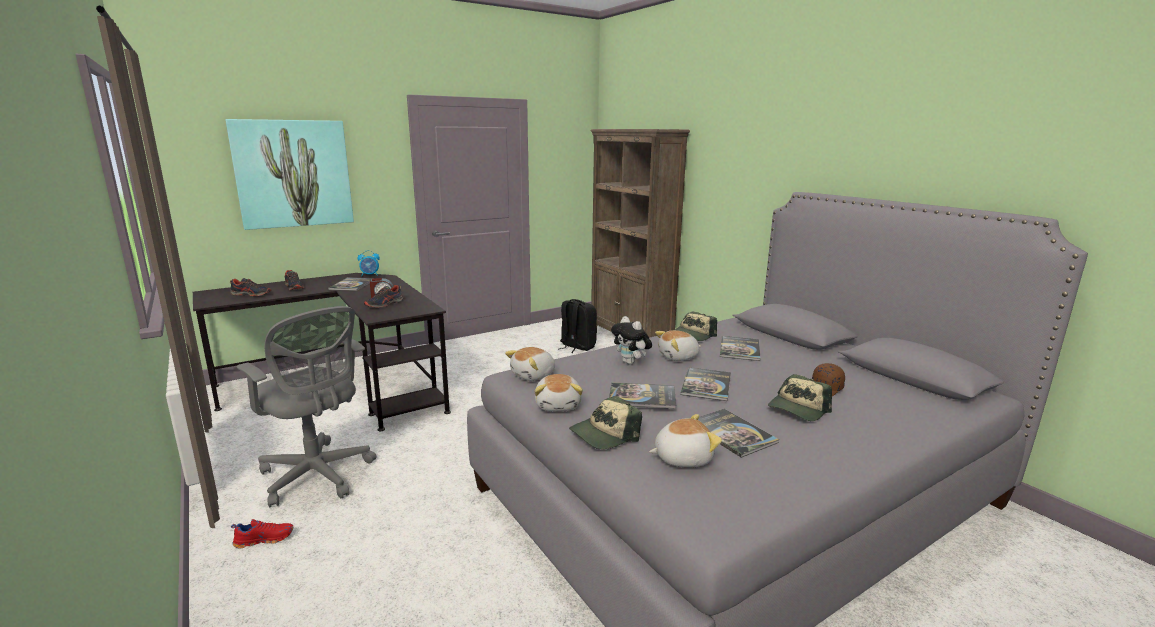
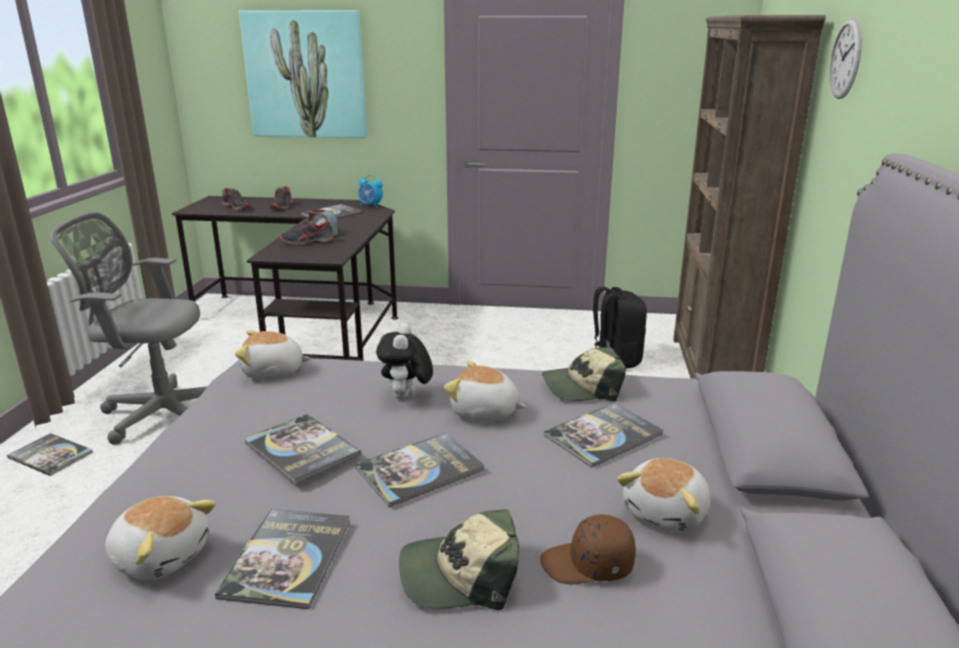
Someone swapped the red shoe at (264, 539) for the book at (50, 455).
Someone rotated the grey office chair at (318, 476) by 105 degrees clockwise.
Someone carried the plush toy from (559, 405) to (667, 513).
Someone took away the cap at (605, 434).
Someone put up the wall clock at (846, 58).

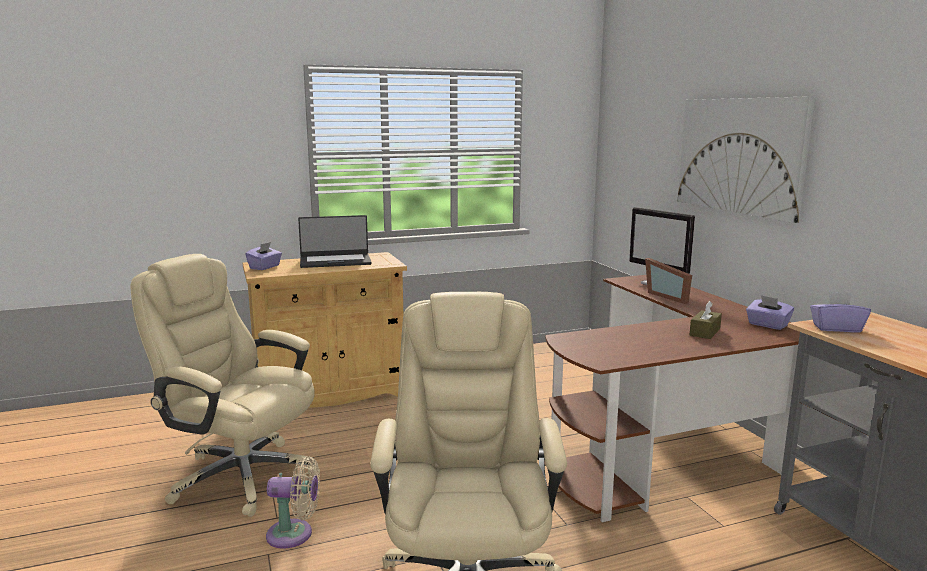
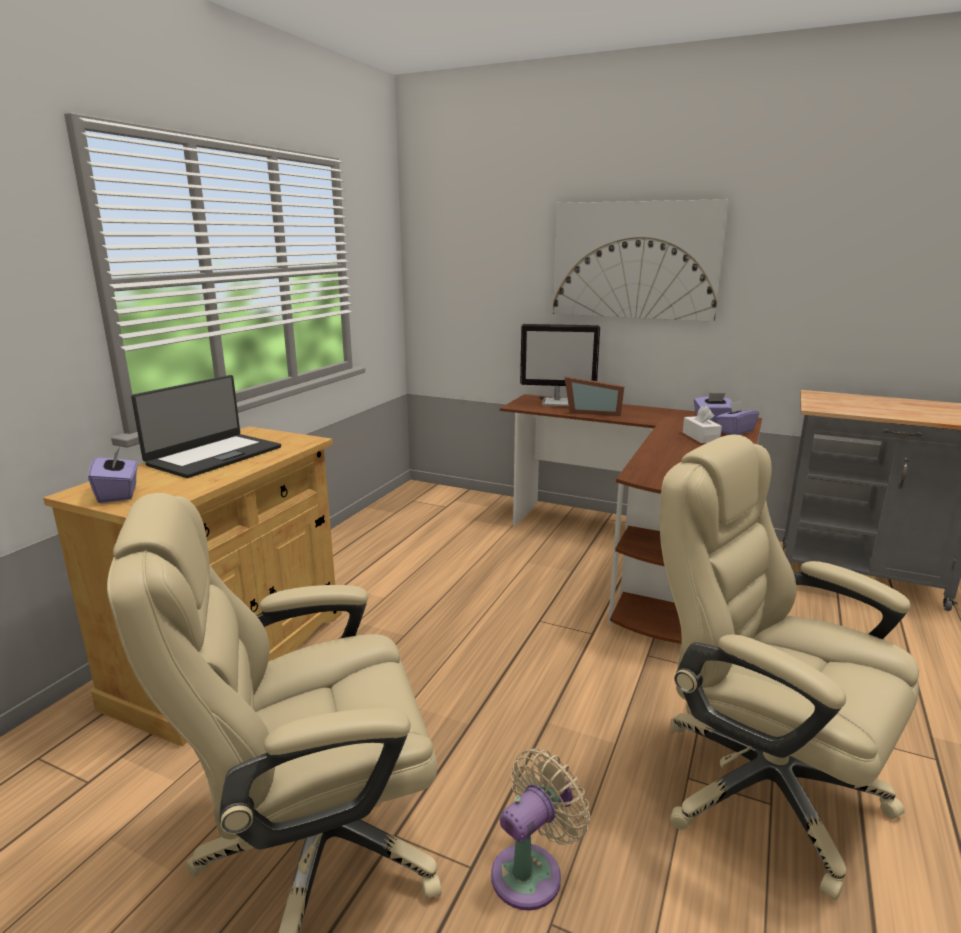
Someone repainted the brown tissue box at (705, 332), which became the white tissue box at (700, 437).
Someone carried the purple tissue box from (836, 328) to (734, 431).

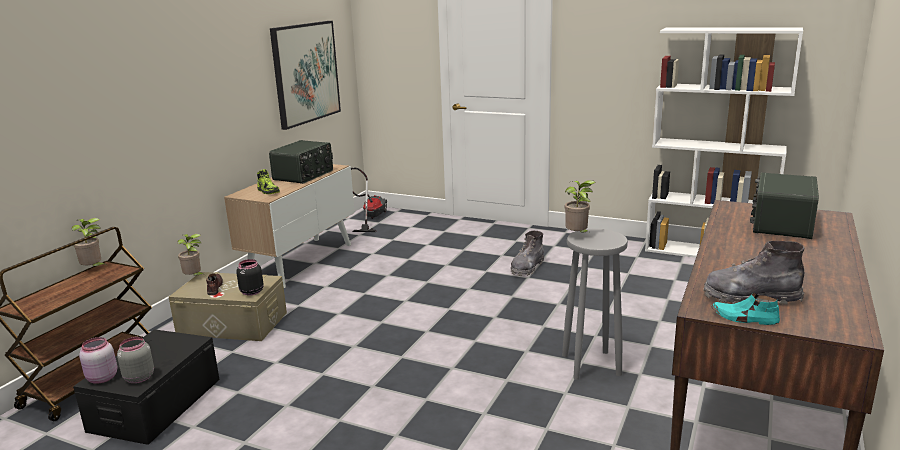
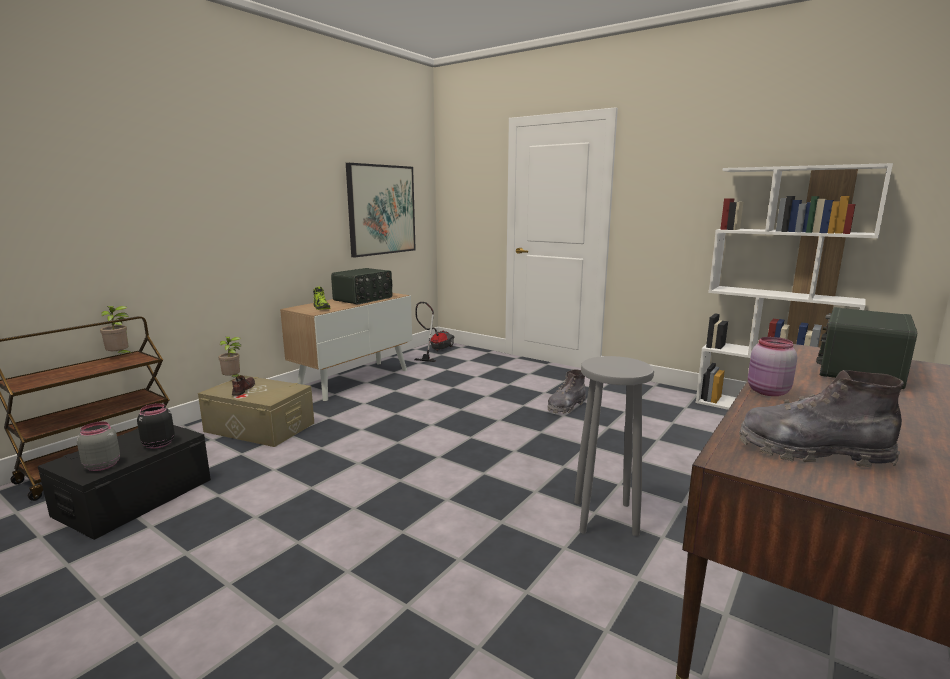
Someone carried the pink jar from (101, 378) to (767, 392).
Someone carried the black jar from (251, 292) to (158, 444).
Someone took away the potted plant at (578, 235).
Someone took away the turquoise shoe at (744, 318).

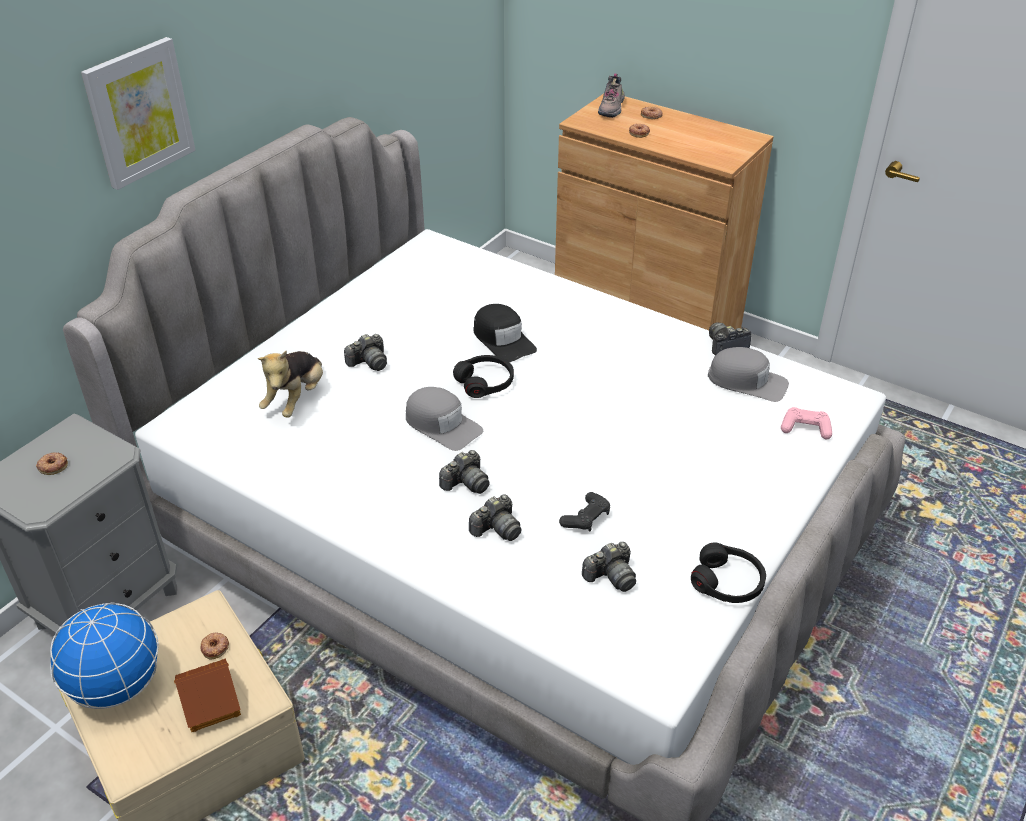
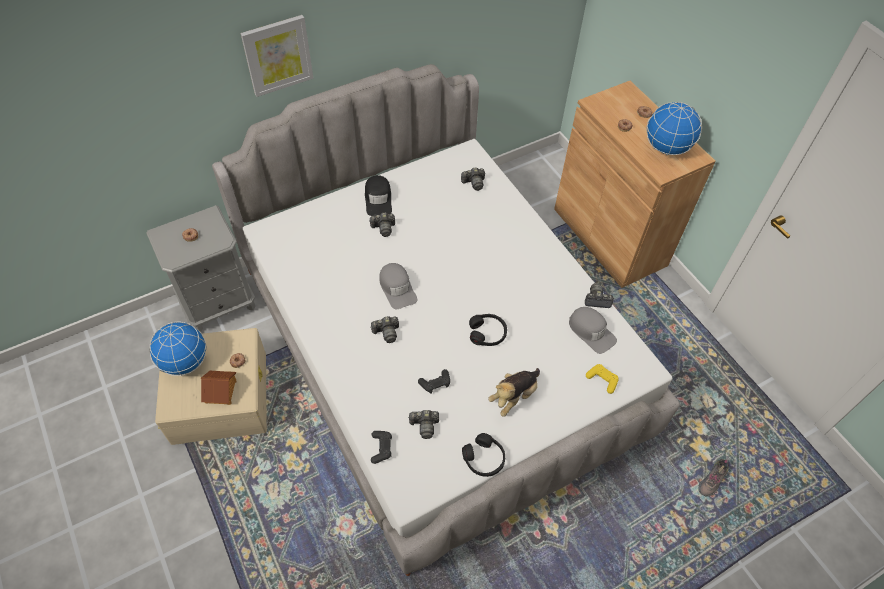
Someone carried the plush toy from (296, 399) to (514, 396).
Someone carried the black headphones from (485, 382) to (487, 333).
Someone carried the photo camera from (496, 529) to (474, 183).
Someone carried the black cap from (503, 340) to (378, 199).
Someone carried the shoe from (612, 108) to (712, 481).
Someone repainted the pink game controller at (805, 429), which became the yellow game controller at (602, 380).
Someone put down the black game controller at (381, 448).
Someone put down the globe at (666, 148).

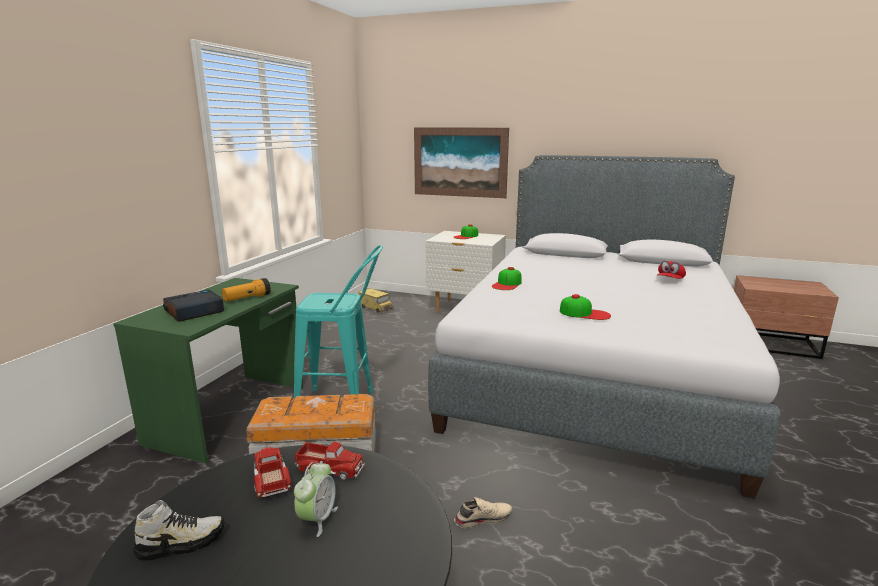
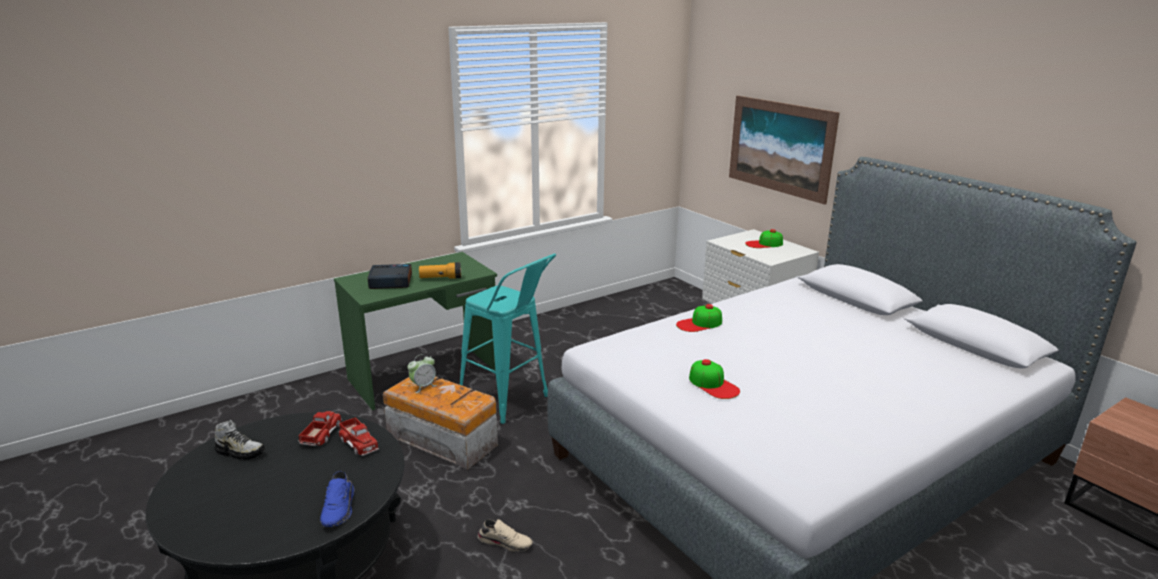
Someone carried the alarm clock from (317, 519) to (423, 386).
Someone took away the toy truck at (375, 307).
Someone took away the red cap at (670, 281).
Someone put down the blue shoe at (340, 508).

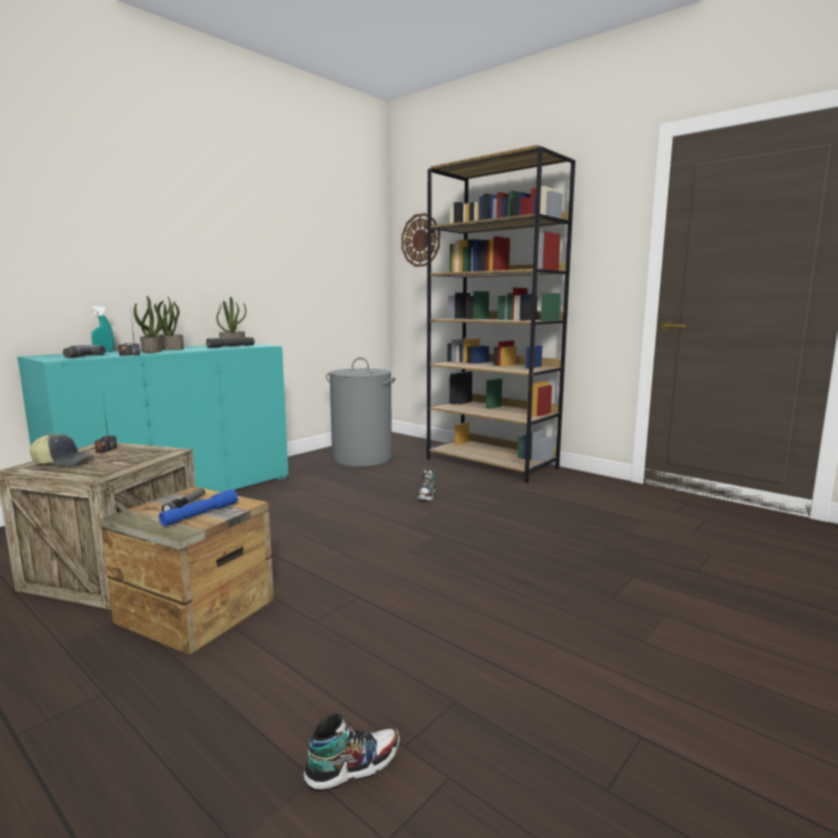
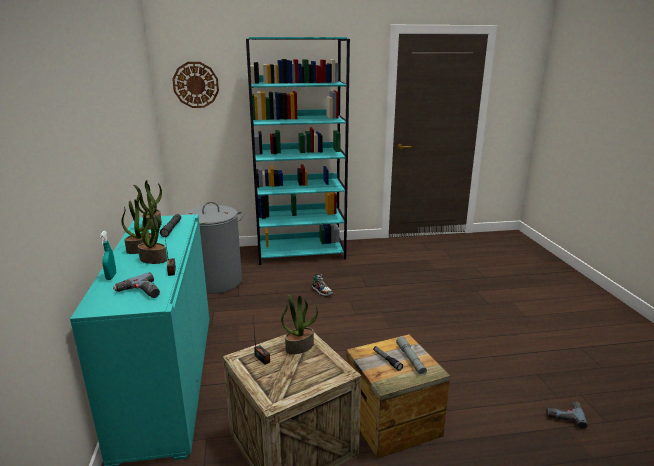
Someone took away the cap at (63, 462).
Someone repainted the blue flashlight at (200, 514), which became the grey flashlight at (410, 359).
Someone swapped the shoe at (353, 766) for the power drill at (564, 414).
Someone repainted the brown bookcase at (492, 463), which became the turquoise bookcase at (301, 253).
Someone put down the potted plant at (299, 346).

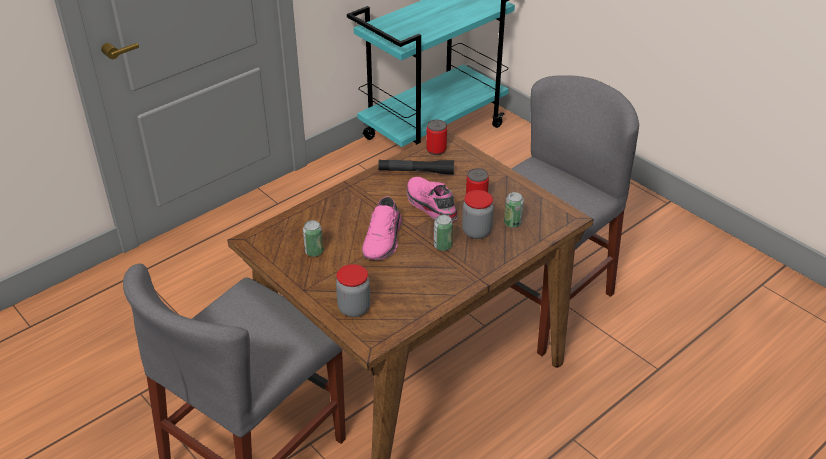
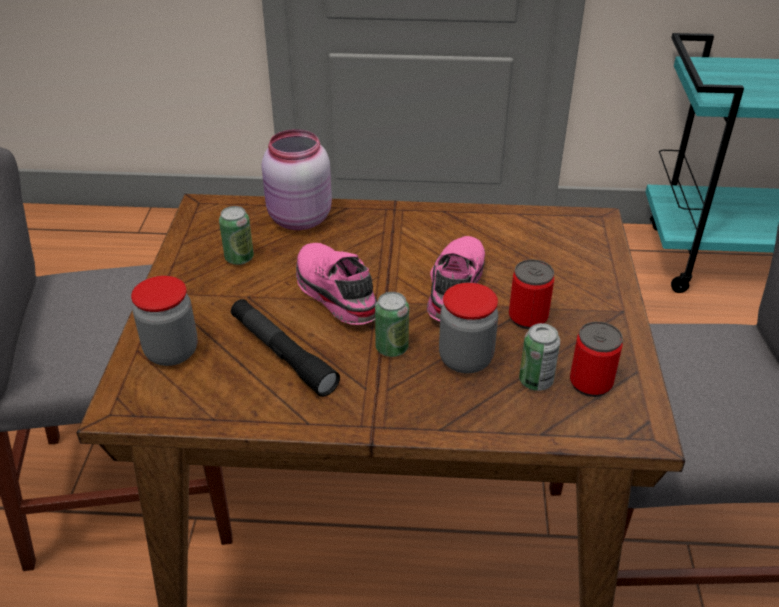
Someone rotated the pink shoe at (384, 240) by 90 degrees clockwise.
Someone carried the black flashlight from (416, 171) to (282, 354).
Someone carried the can from (436, 150) to (590, 383).
Someone put down the pink jar at (298, 219).

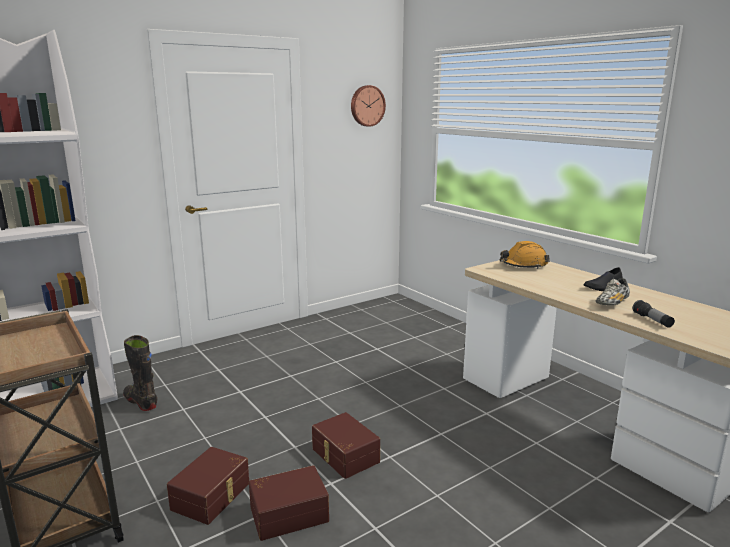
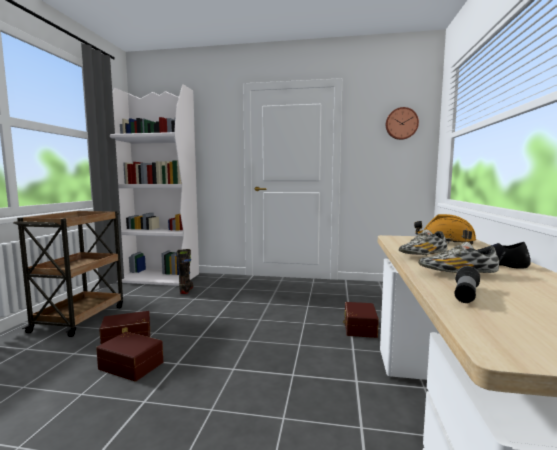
Someone carried the brown storage box from (344, 456) to (359, 327).
Someone put down the shoe at (423, 255).

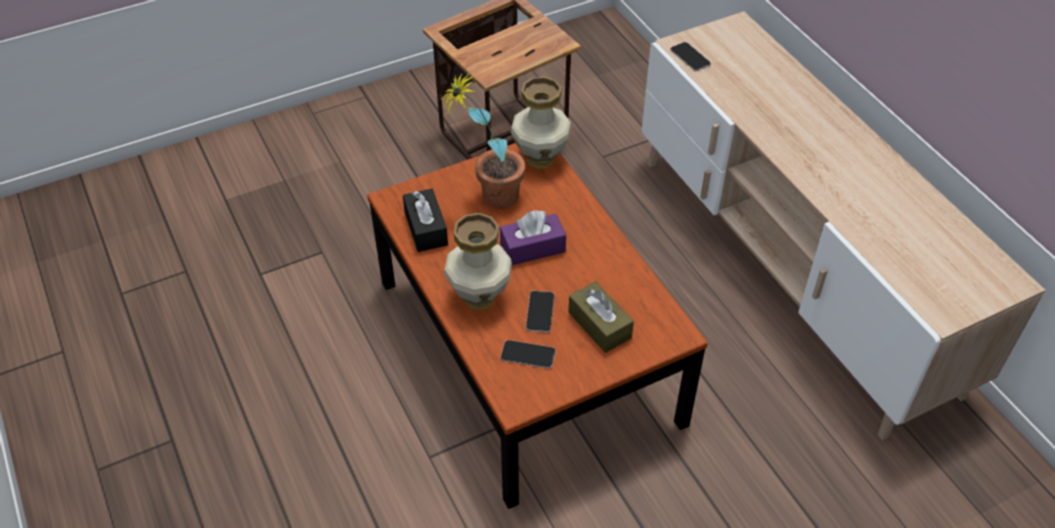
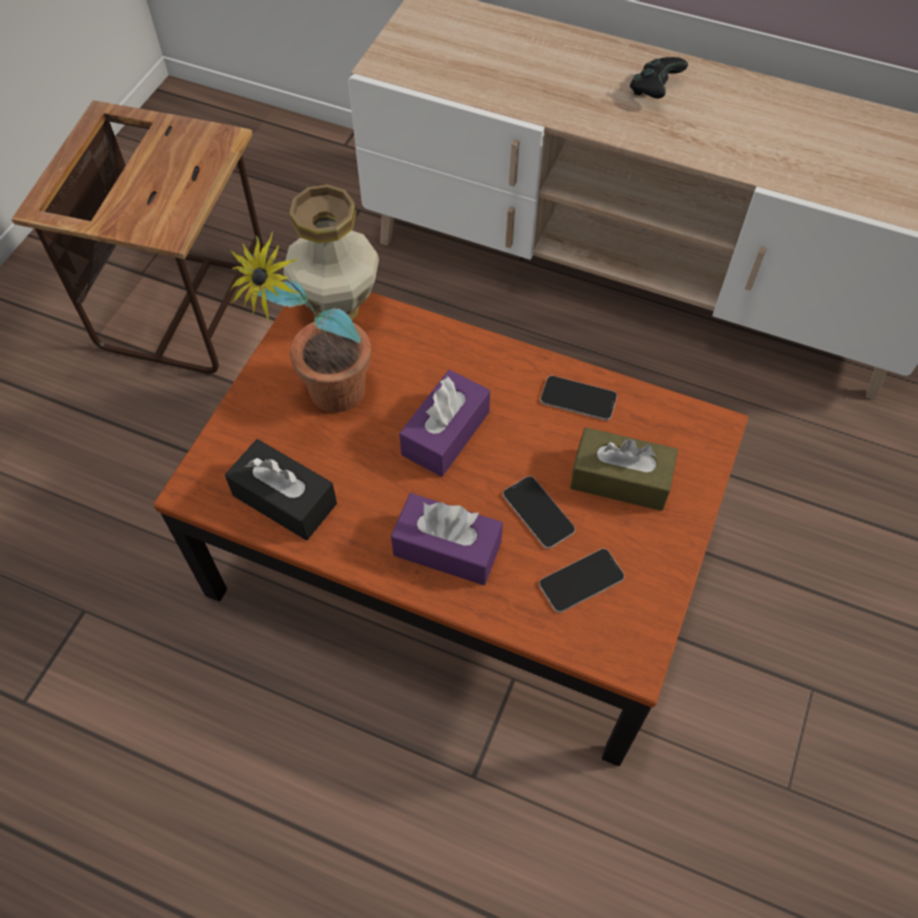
Someone swapped the vase at (478, 298) for the purple tissue box at (447, 548).
Someone carried the phone from (690, 57) to (578, 399).
Someone put down the black game controller at (654, 90).

